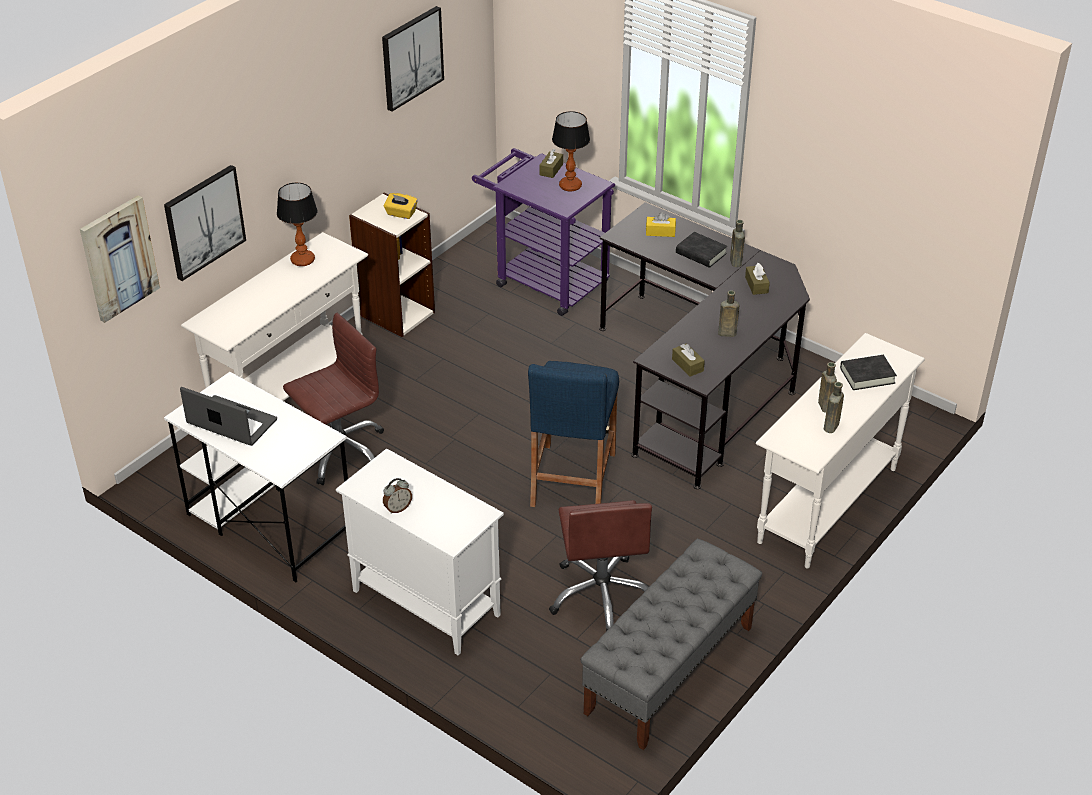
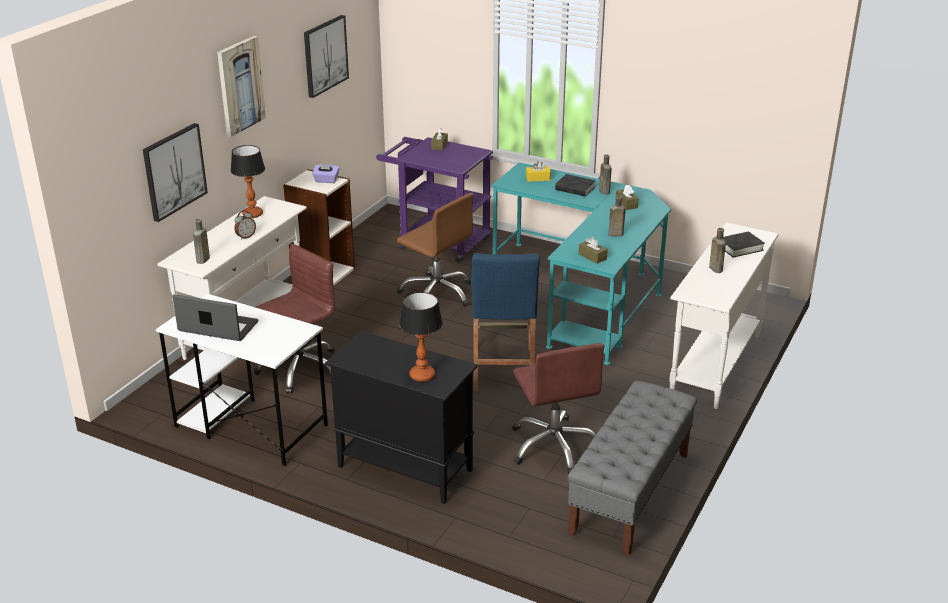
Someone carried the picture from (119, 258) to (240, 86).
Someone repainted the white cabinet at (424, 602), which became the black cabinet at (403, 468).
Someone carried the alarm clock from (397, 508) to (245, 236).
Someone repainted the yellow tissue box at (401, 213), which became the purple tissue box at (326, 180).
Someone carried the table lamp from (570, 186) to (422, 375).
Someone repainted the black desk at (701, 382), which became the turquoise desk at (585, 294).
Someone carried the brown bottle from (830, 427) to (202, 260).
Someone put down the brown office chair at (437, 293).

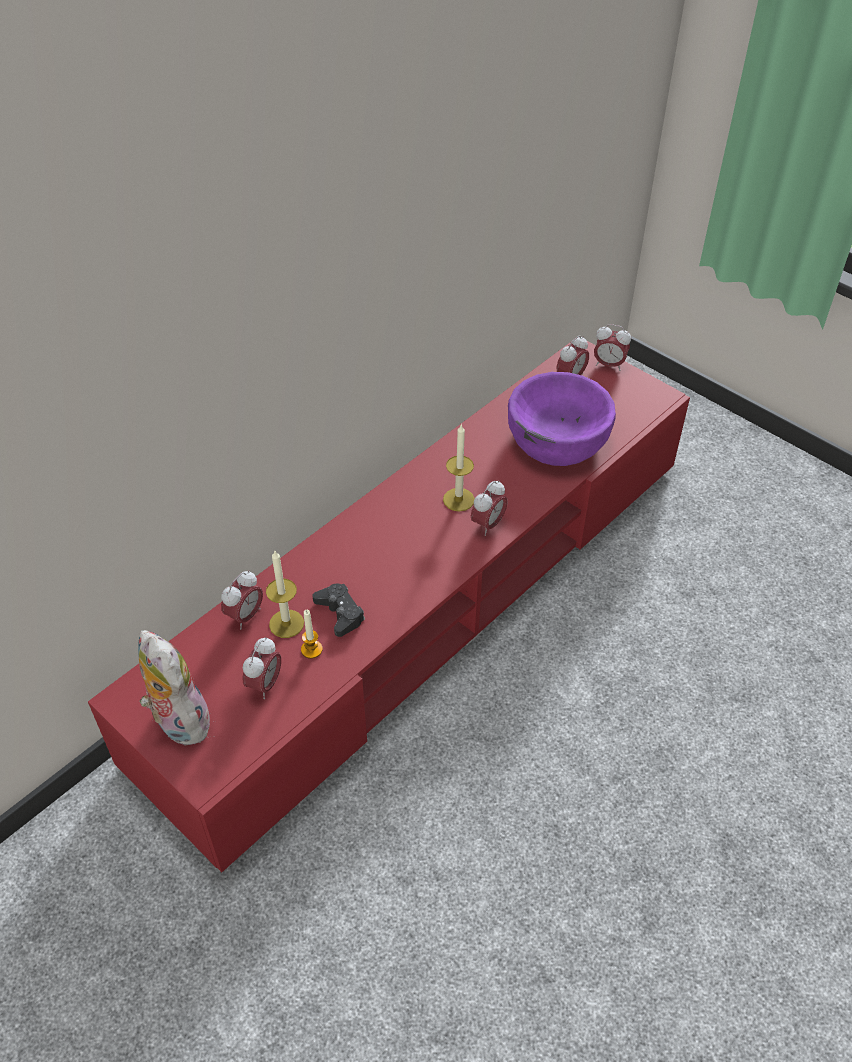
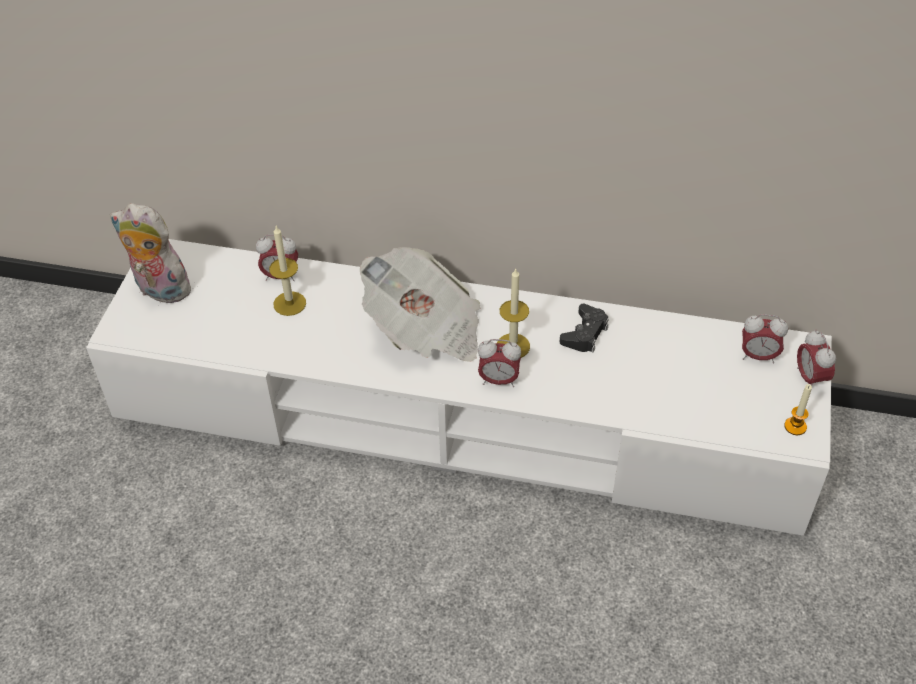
Someone repainted the red tv stand at (427, 601), which became the white tv stand at (461, 416).
Someone rotated the plush toy at (178, 720) by 90 degrees counterclockwise.
Someone took away the alarm clock at (265, 684).
Someone carried the candle from (311, 649) to (795, 426).
Someone carried the black game controller from (340, 613) to (585, 333).
Someone took away the purple bowl at (558, 440).
Someone put down the newspaper at (425, 329).

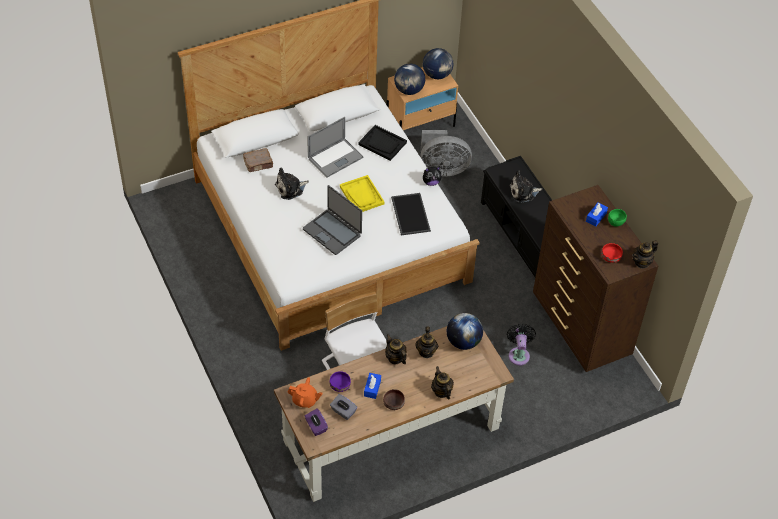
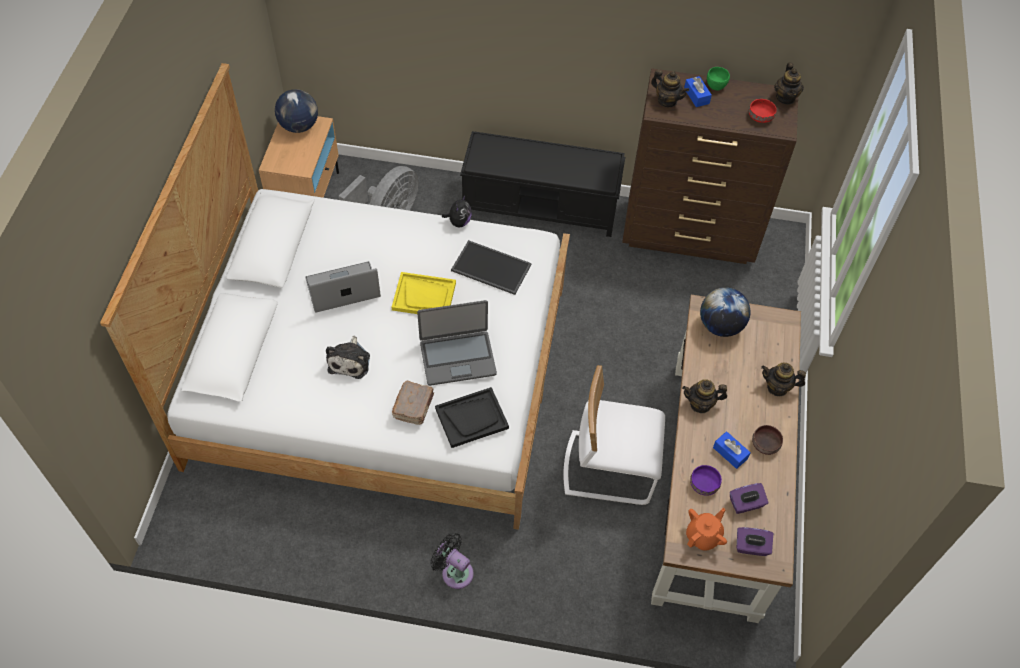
Someone carried the brown book from (258, 164) to (414, 406).
Someone rotated the laptop at (335, 158) by 105 degrees counterclockwise.
Someone repainted the grey tissue box at (343, 411), which became the purple tissue box at (746, 504).
Someone carried the black tray from (382, 144) to (472, 418).
Someone took away the globe at (409, 90).
Someone carried the teapot from (426, 352) to (667, 101).
Someone carried the black fan from (519, 354) to (454, 571).
Someone took away the plush toy at (523, 192).

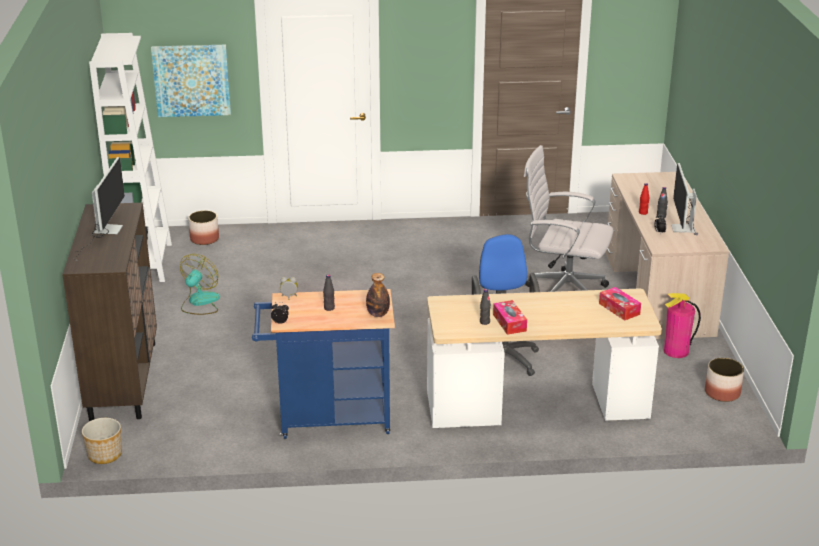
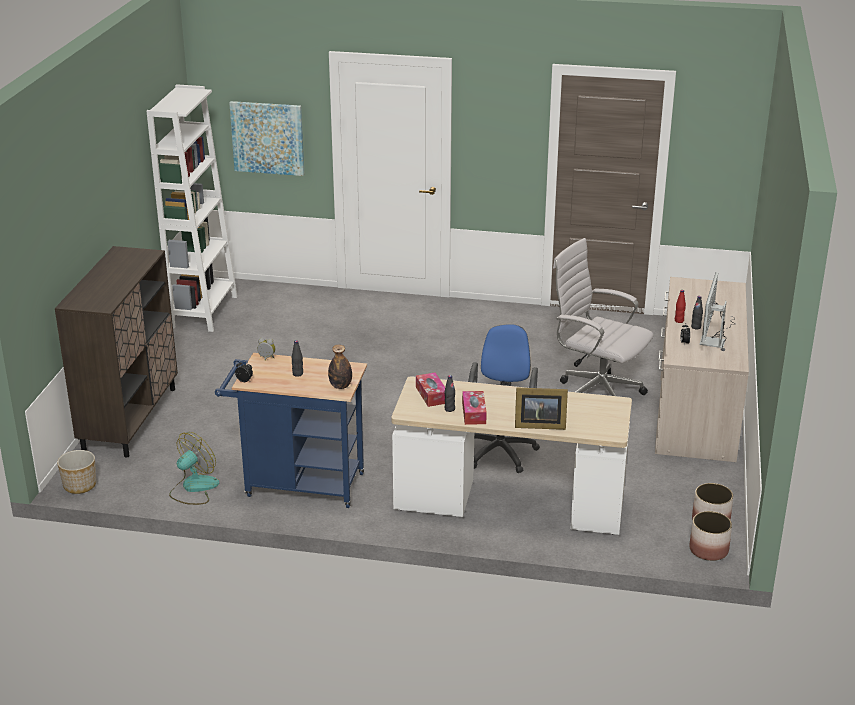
Someone took away the monitor at (104, 233).
Someone carried the fan from (199, 303) to (193, 488).
Someone carried the planter from (205, 239) to (709, 550).
Someone carried the tissue box from (619, 309) to (431, 395).
Someone took away the fire extinguisher at (676, 351).
Someone put down the picture frame at (538, 425).

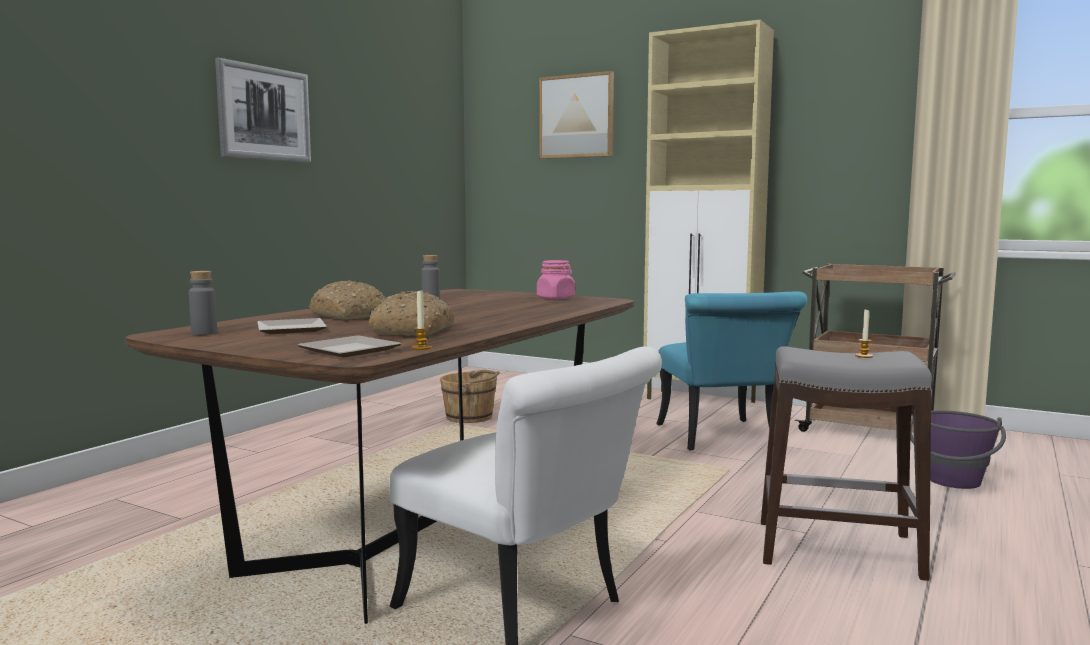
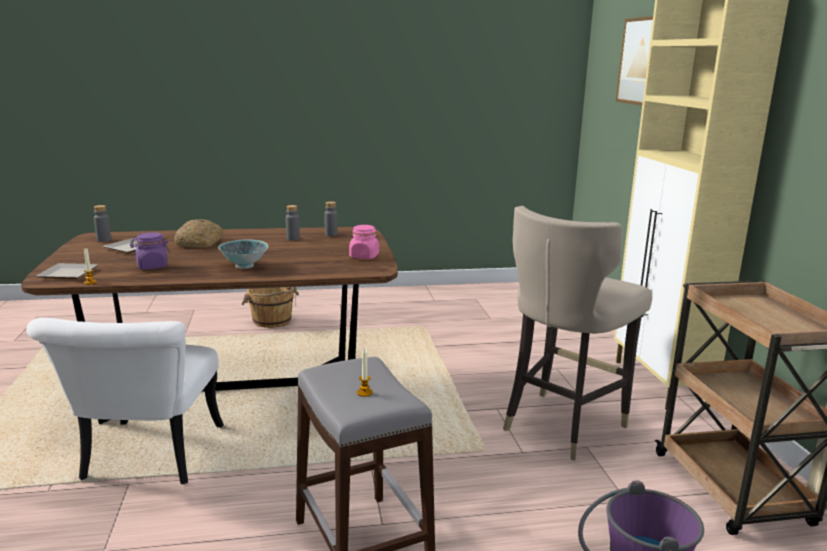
Someone took away the picture at (264, 113).
Someone swapped the bread at (412, 331) for the purple jar at (152, 266).
Someone carried the brown bucket from (470, 417) to (272, 321).
Someone swapped the turquoise chair at (722, 439) for the beige stool at (562, 425).
Someone put down the bowl at (244, 266).
Someone put down the grey bottle at (331, 234).

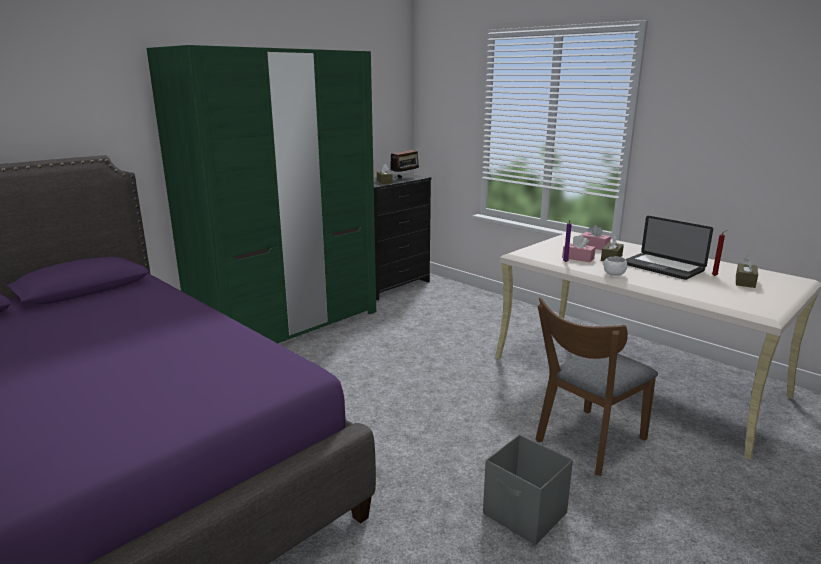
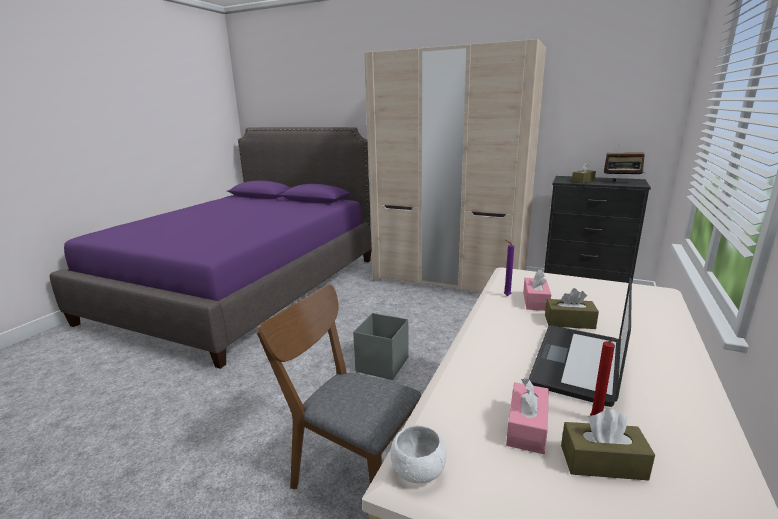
Someone repainted the green wardrobe at (288, 326), which became the beige wardrobe at (448, 279).
Someone carried the grey storage box from (525, 515) to (382, 365).
Someone carried the pink tissue box from (594, 246) to (527, 427).
Someone carried the white bowl from (614, 274) to (418, 471).

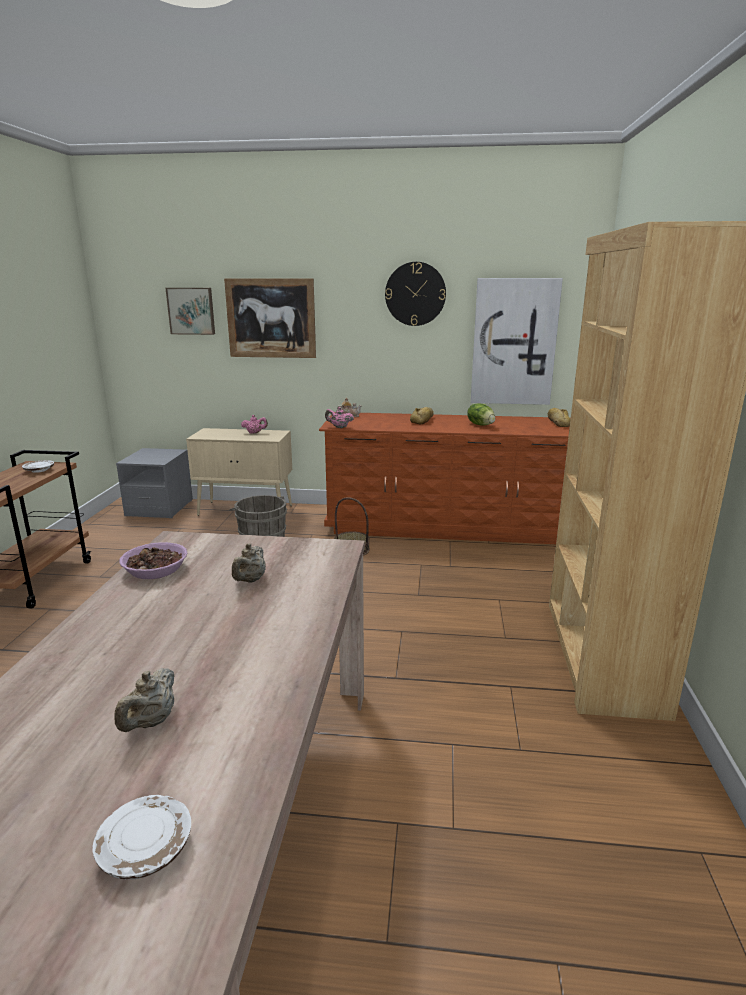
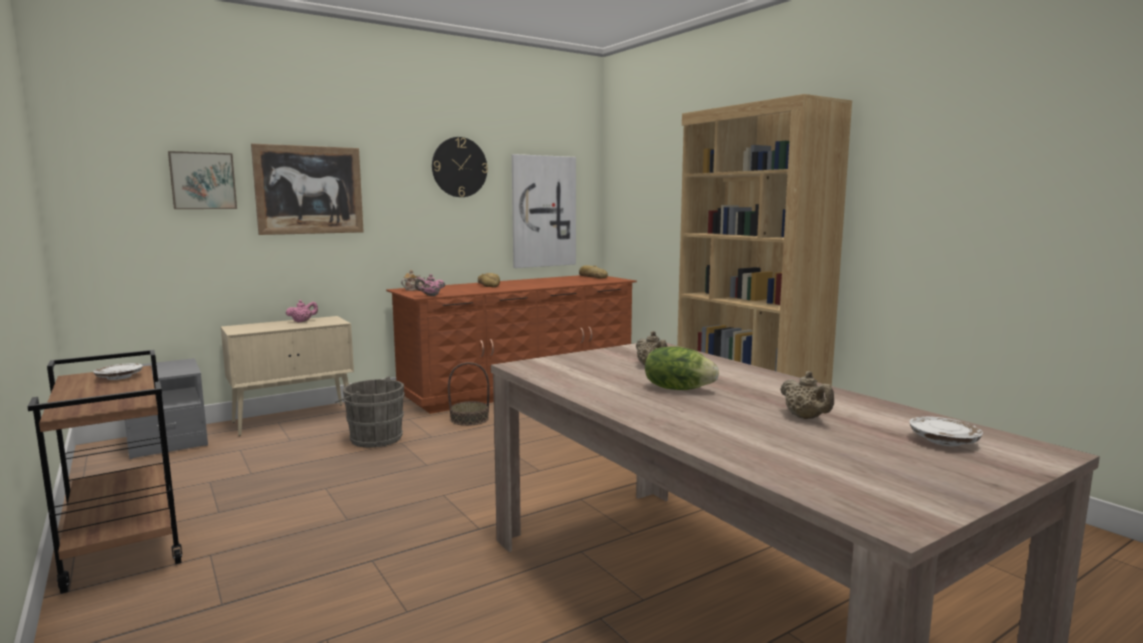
Someone took away the bowl at (155, 570).
Someone carried the lettuce from (481, 425) to (678, 388).

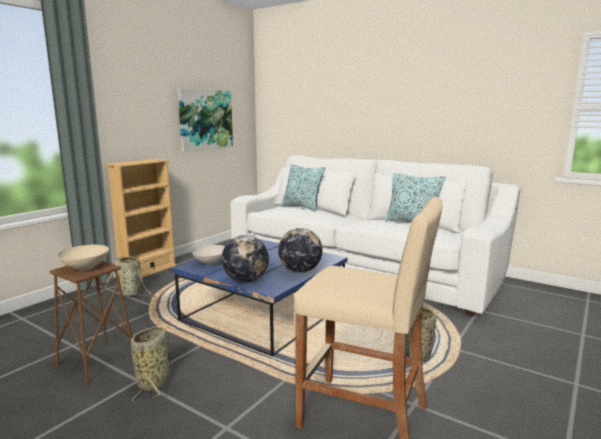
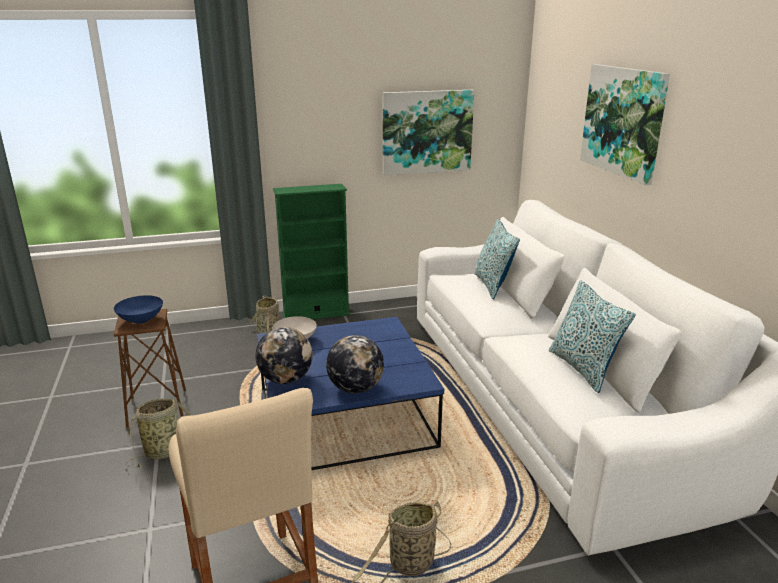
Someone repainted the beige bowl at (85, 268), which became the blue bowl at (140, 320).
Someone repainted the beige bookcase at (148, 271), which became the green bookcase at (316, 314).
Someone put up the picture at (623, 121).

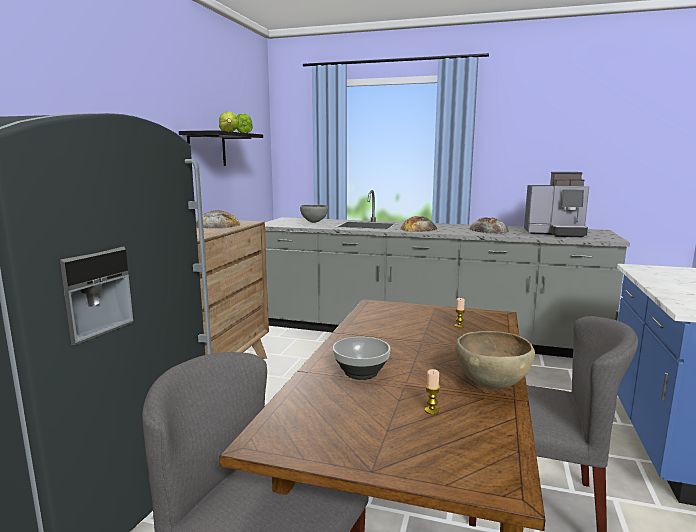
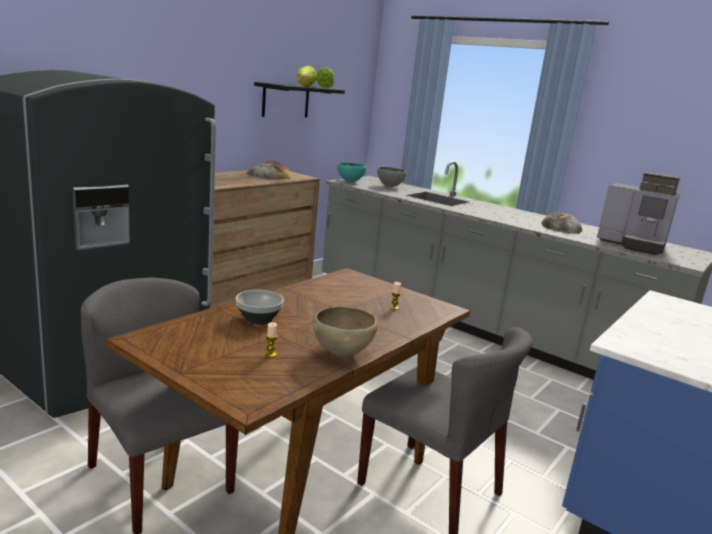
Someone took away the bread at (418, 228).
Someone put down the turquoise bowl at (350, 182).

